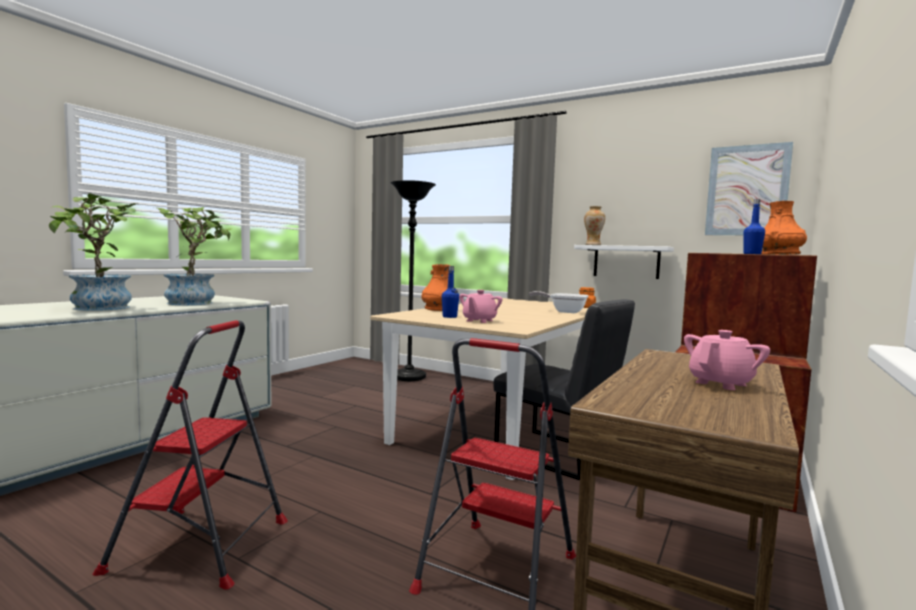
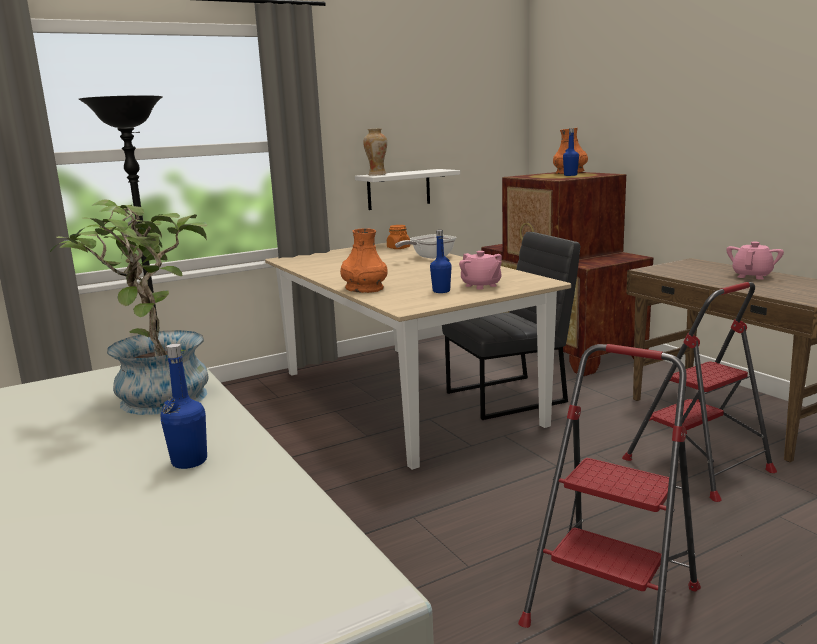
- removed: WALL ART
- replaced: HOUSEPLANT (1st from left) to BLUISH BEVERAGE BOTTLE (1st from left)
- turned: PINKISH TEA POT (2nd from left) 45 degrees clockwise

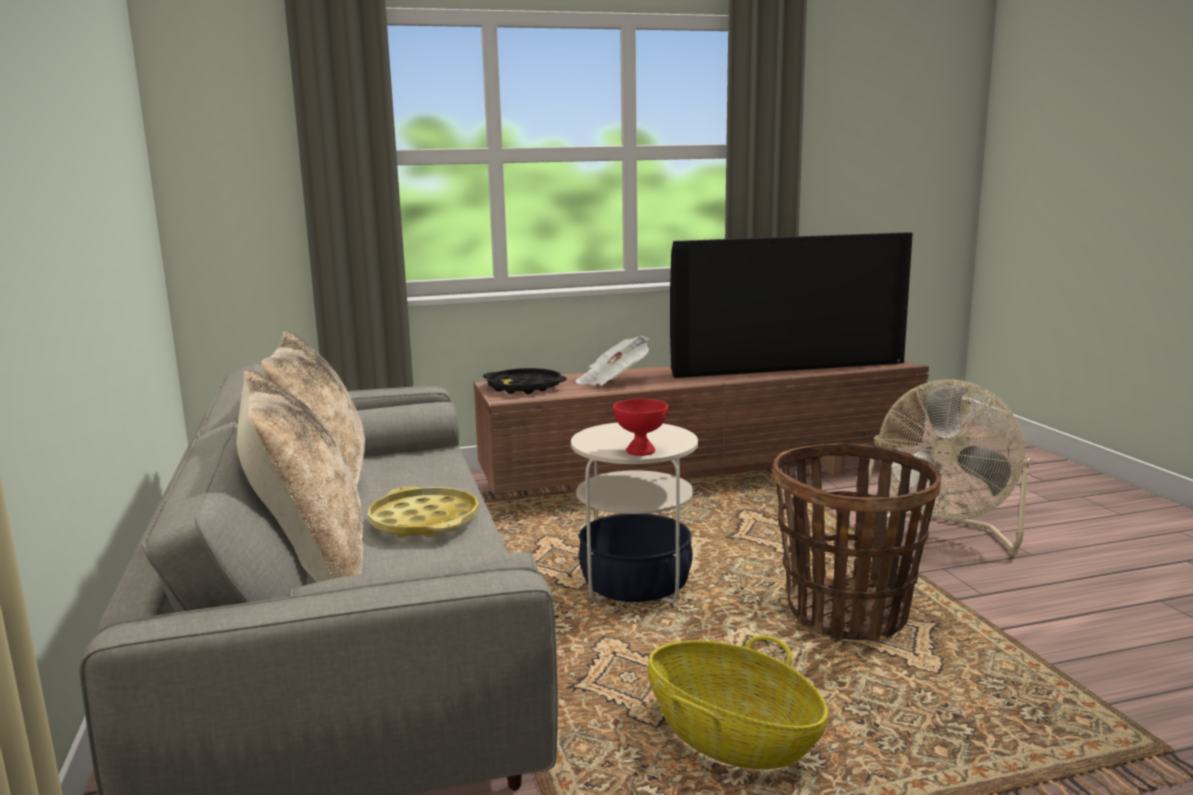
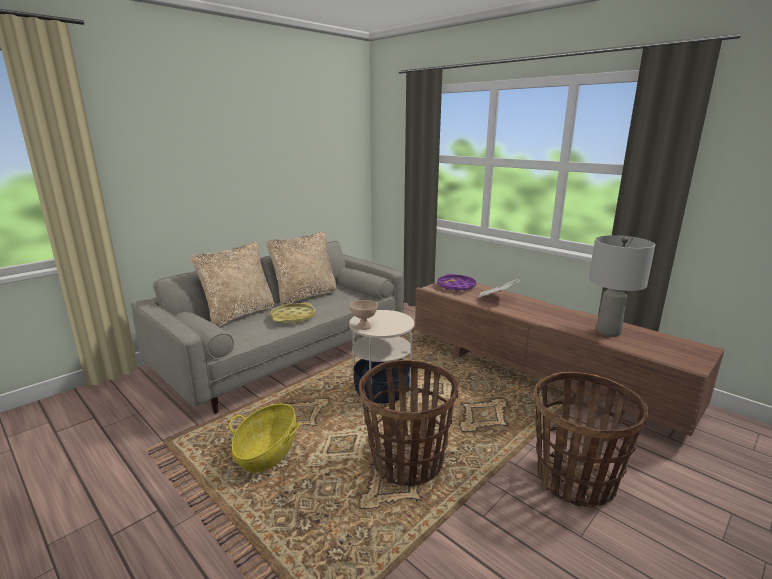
- replaced: TV SET to GREY TABLETOP LAMP
- recoloured: BLACK-COLOURED CARRYING TRAY to PURPLE-COLOURED CARRYING TRAY
- replaced: SAND-COLOURED ELECTRIC FAN to STORAGE BASKET (3rd from left)
- recoloured: RED-COLOURED DEEP DISH to SAND-COLOURED DEEP DISH

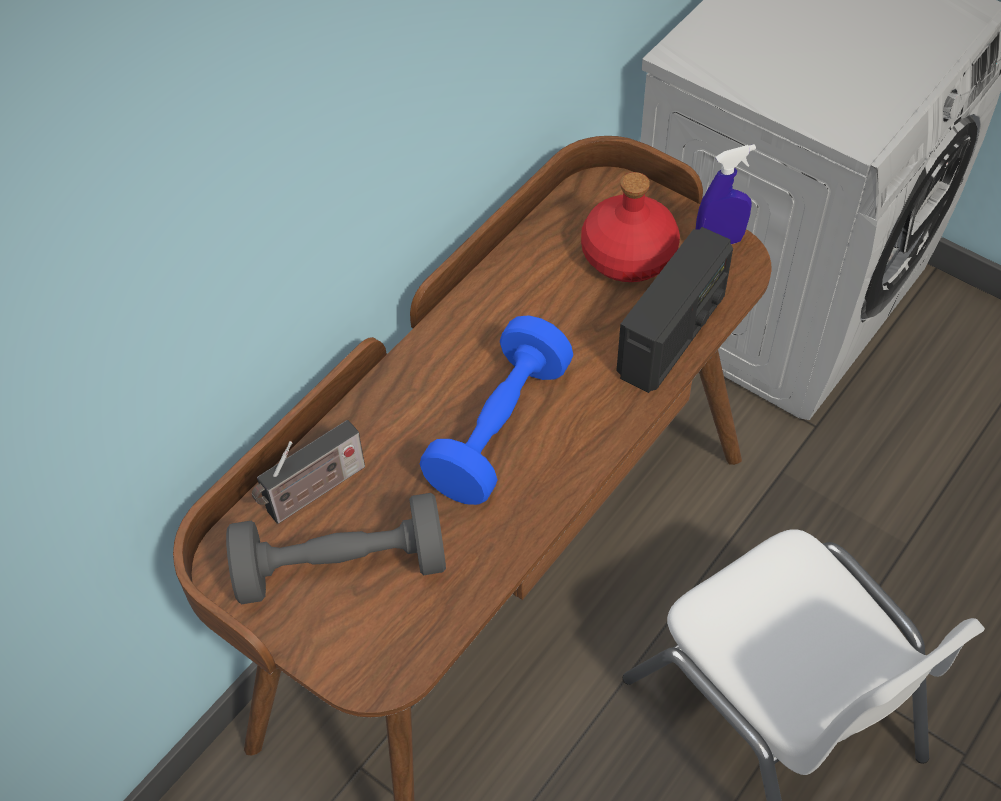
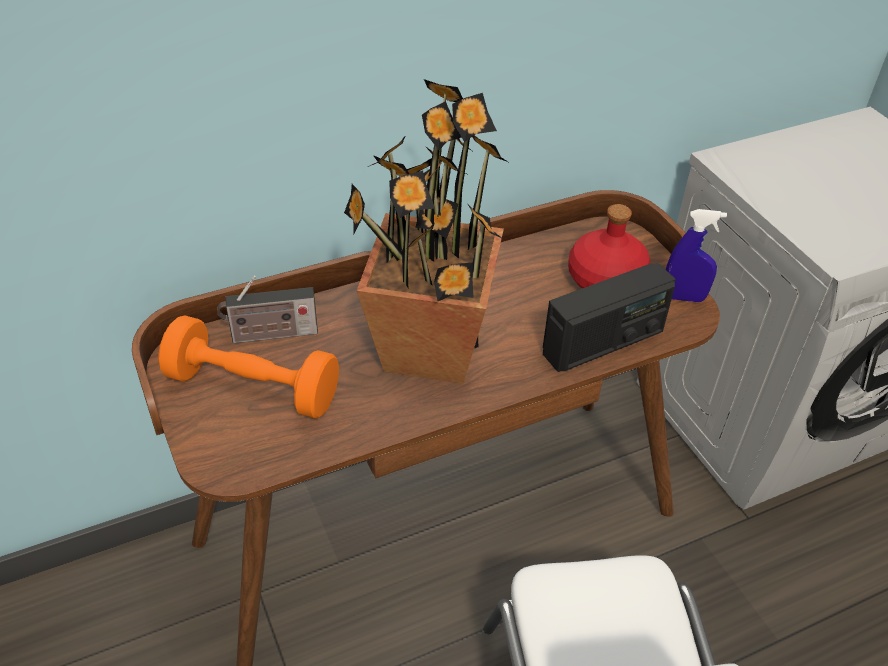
- replaced: BLUISH FREE WEIGHT to HOUSEPLANT
- recoloured: GREY FREE WEIGHT to ORANGE-COLOURED FREE WEIGHT

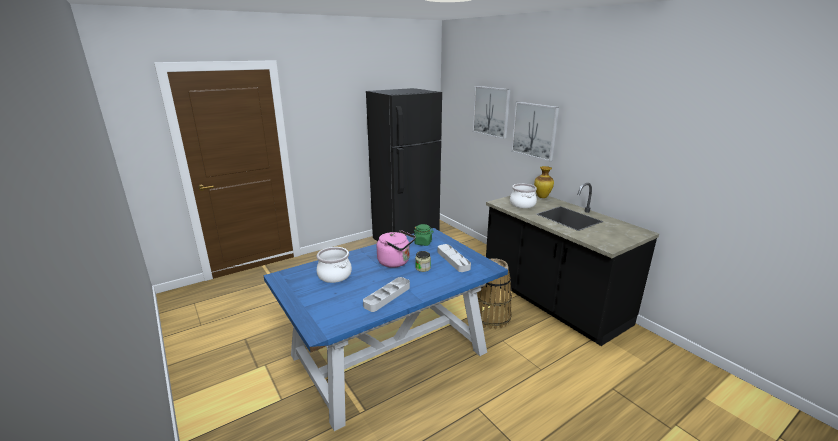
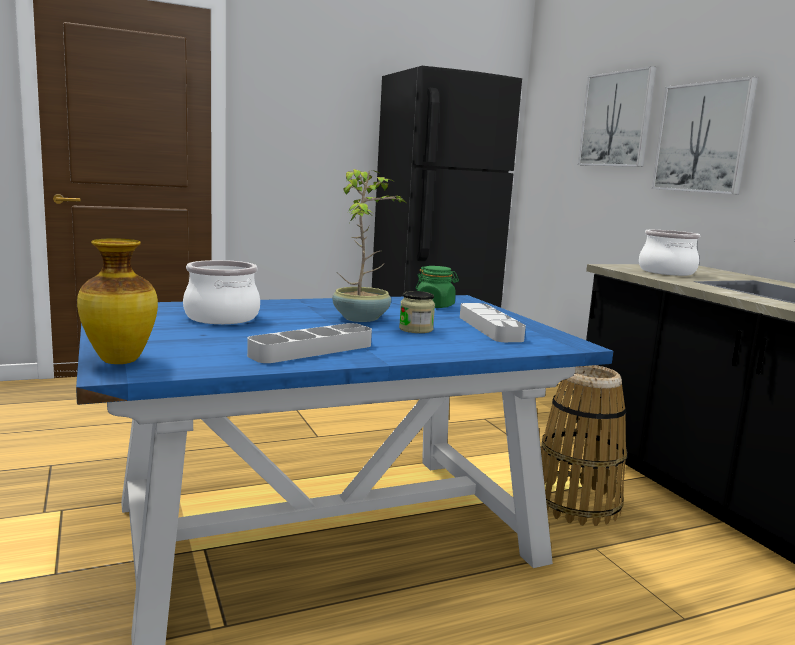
- moved: DECORATIVE VASE
- replaced: PINKISH WATER KETTLE to HOUSEPLANT

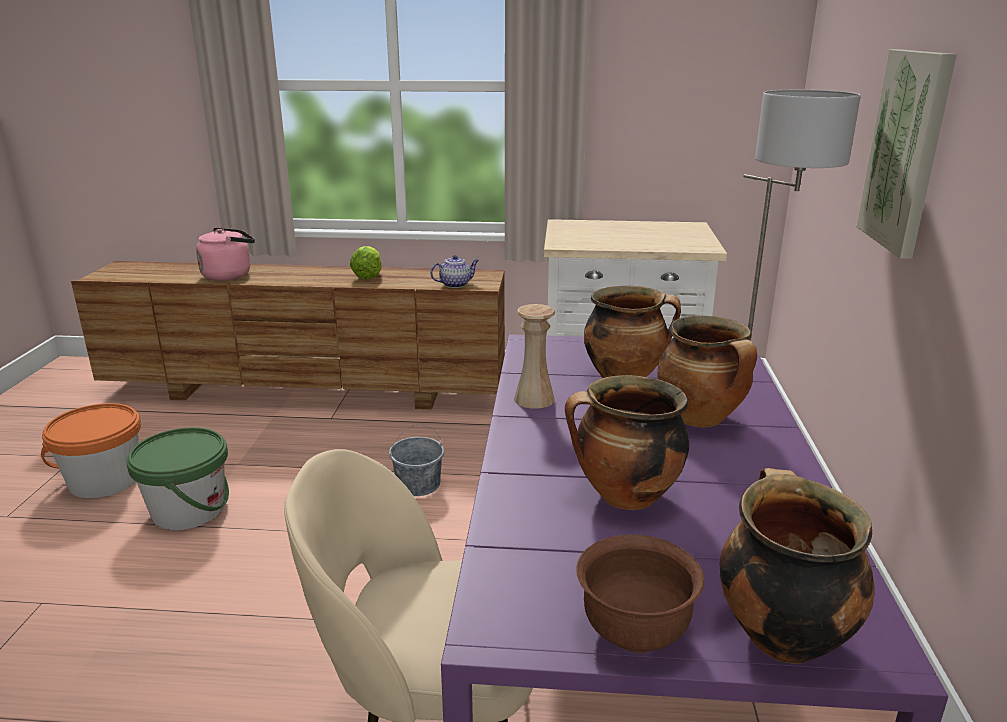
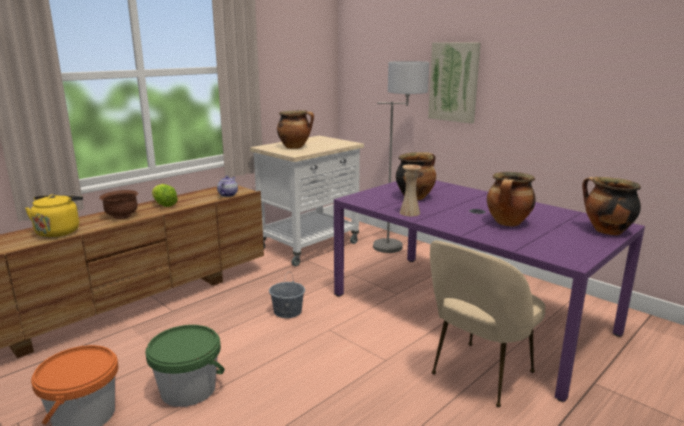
- recoloured: PINKISH WATER KETTLE to YELLOWISH WATER KETTLE
- moved: STOCKPOT (3rd from left in the first image) to STOCKPOT (1st from left)
- moved: BROWN DEEP DISH

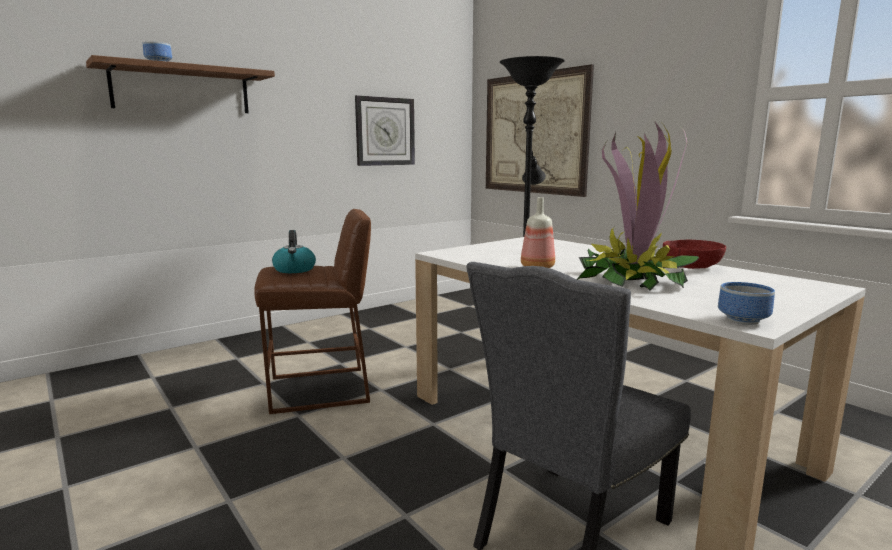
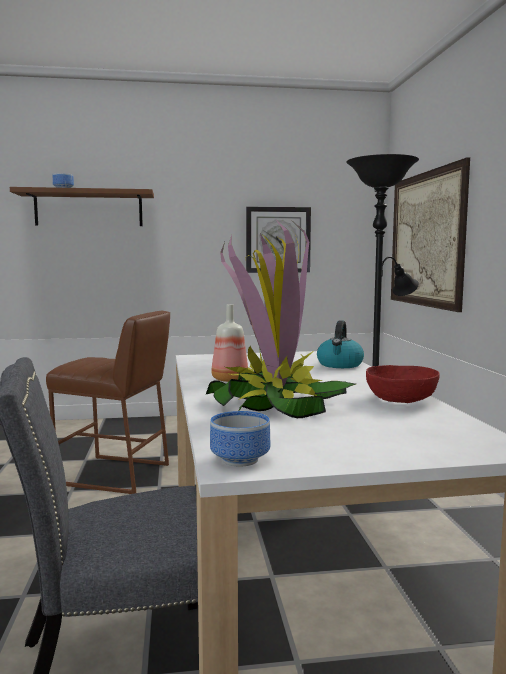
- moved: WATER KETTLE

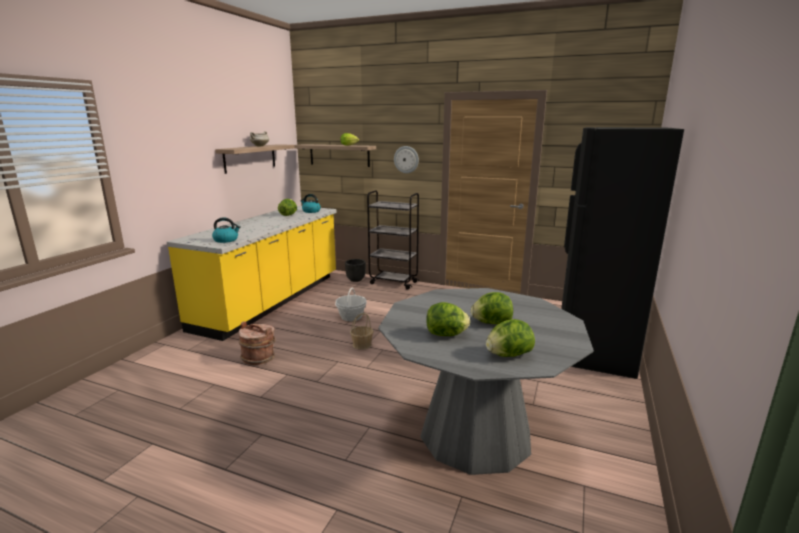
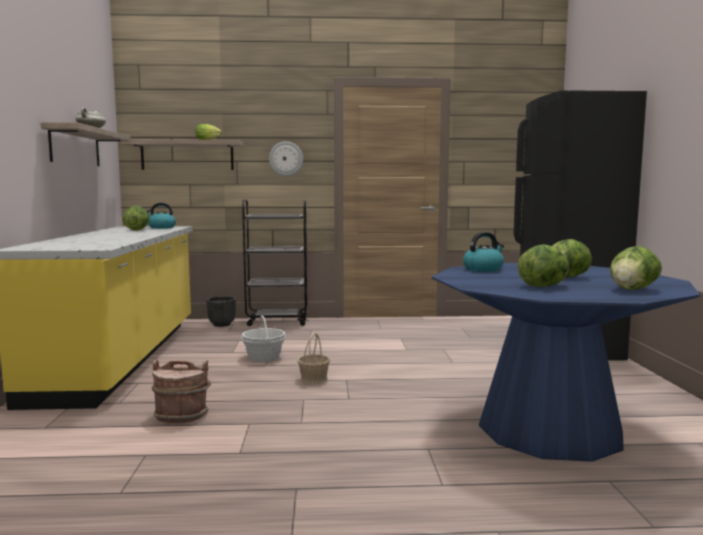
- moved: WATER KETTLE (1st from left in the first image) to WATER KETTLE (2nd from left)
- recoloured: GREY KITCHEN TABLE to BLUISH KITCHEN TABLE

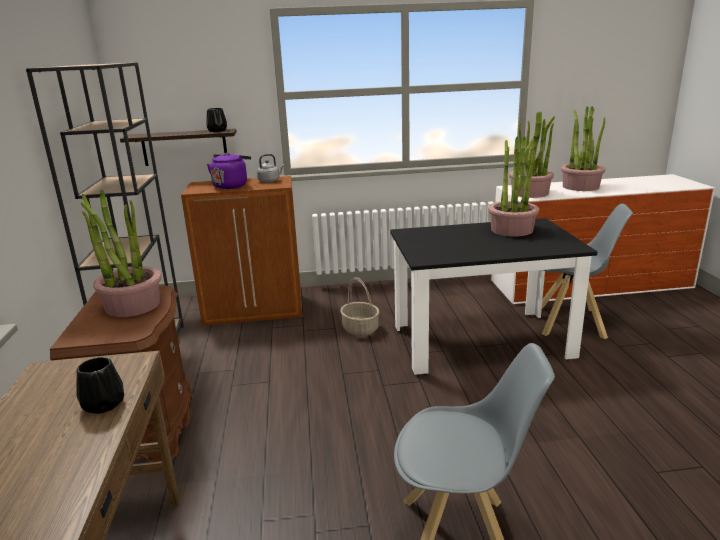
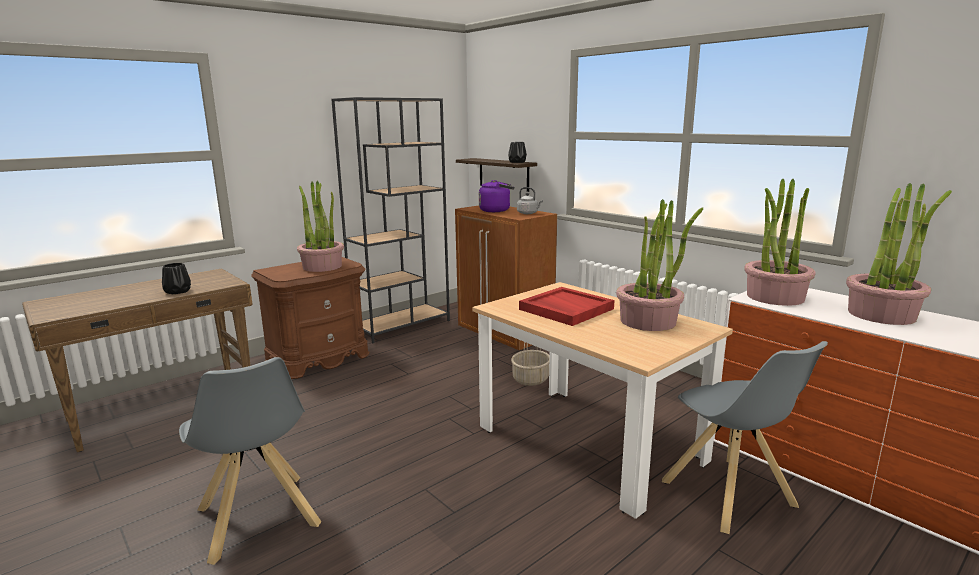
- recoloured: BLACK-COLOURED KITCHEN TABLE to SAND-COLOURED KITCHEN TABLE
- added: RED-COLOURED CARRYING TRAY

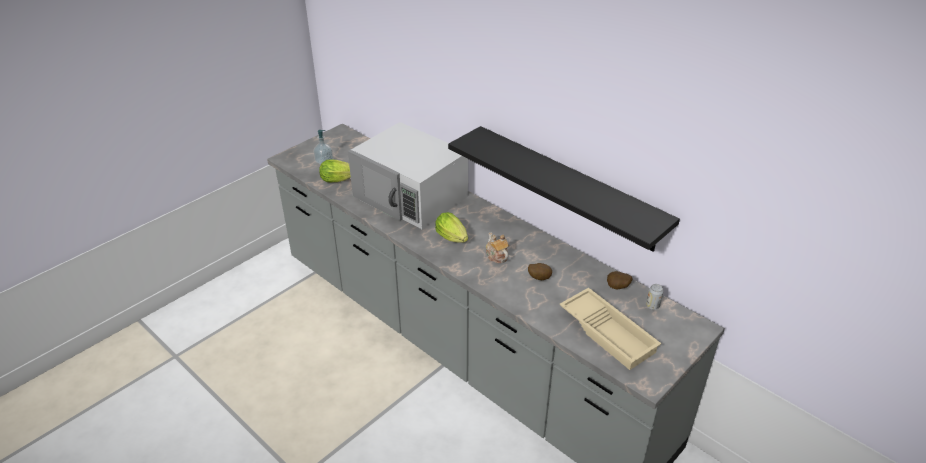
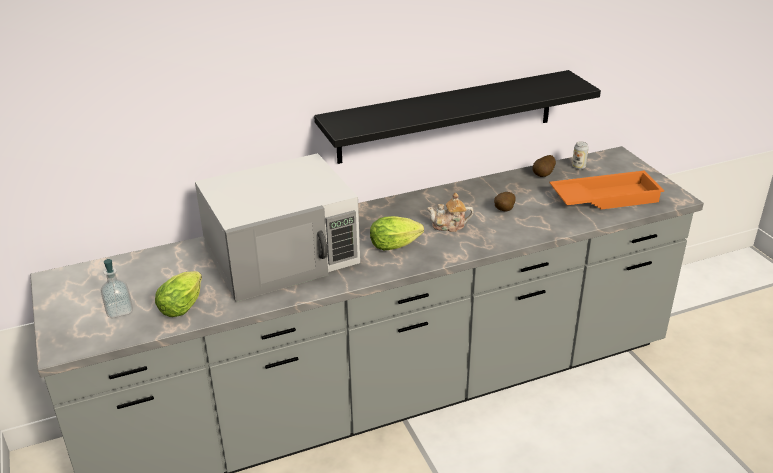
- recoloured: SAND-COLOURED CARRYING TRAY to ORANGE-COLOURED CARRYING TRAY

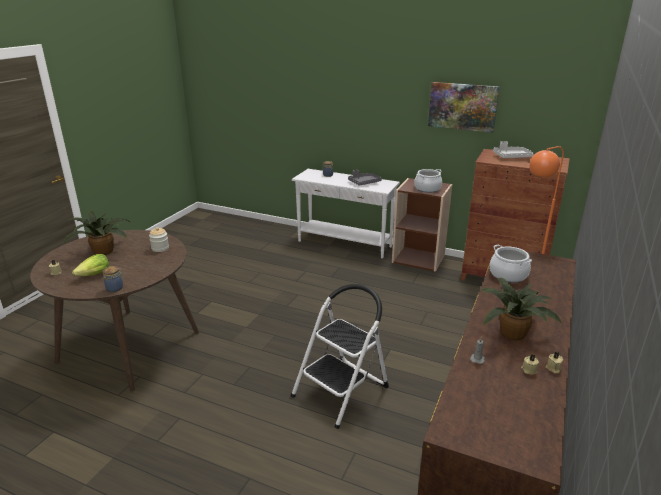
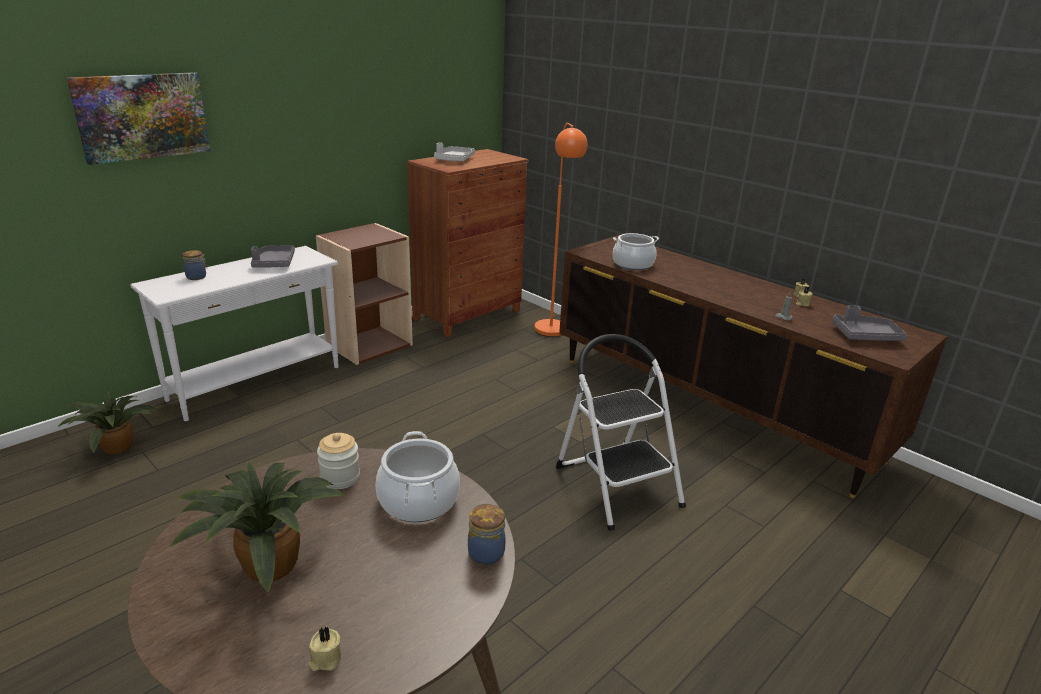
- moved: WALL ART
- moved: STOCKPOT (1st from left)
- removed: LETTUCE
- moved: HOUSEPLANT (2nd from left in the first image) to HOUSEPLANT (1st from left)
- added: GREY CARRYING TRAY (3rd from left)

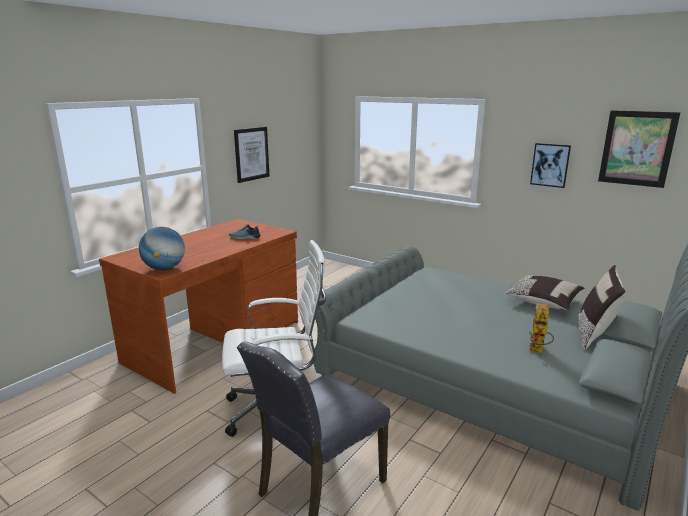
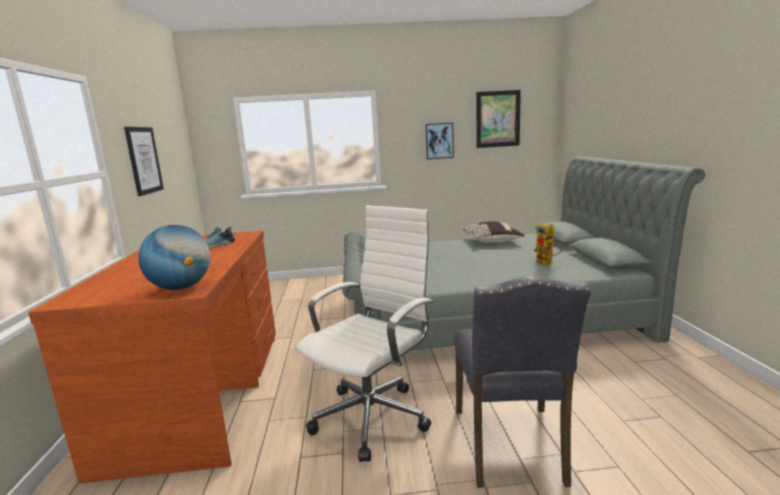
- removed: CUSHION (2nd from left)

